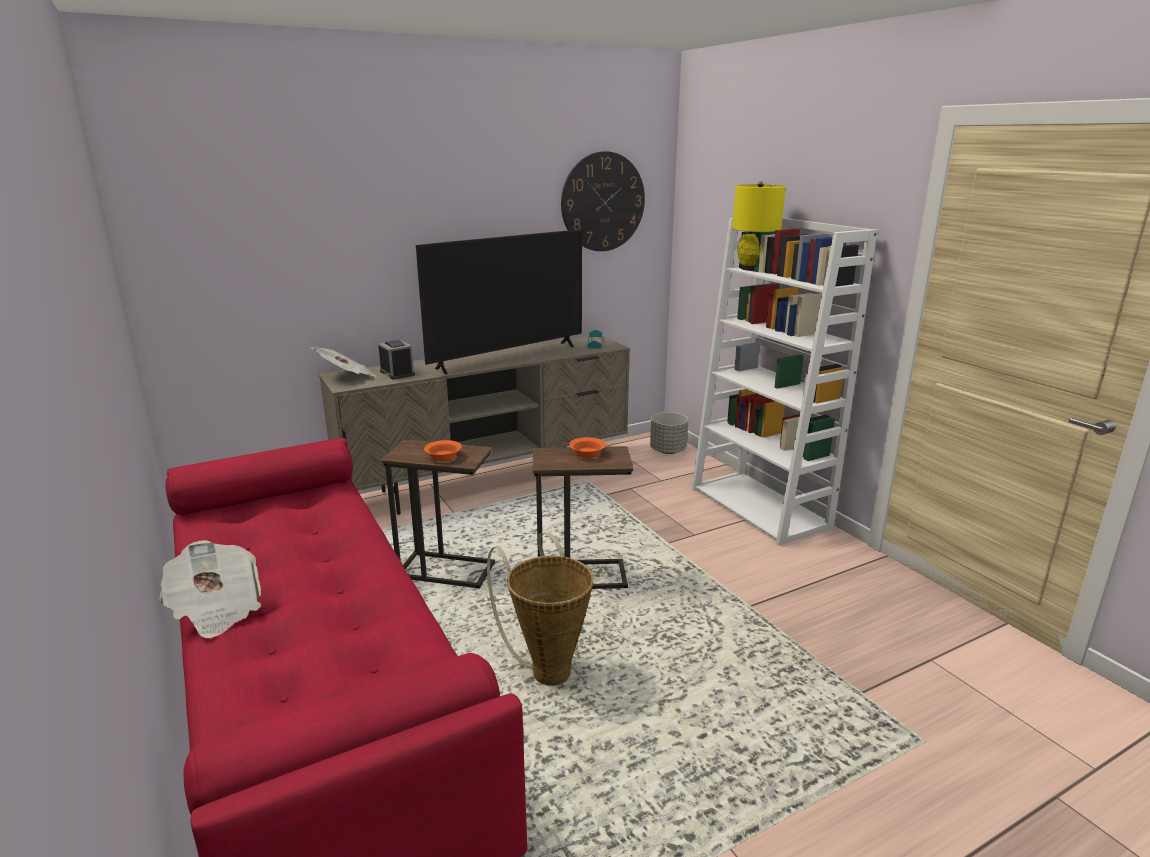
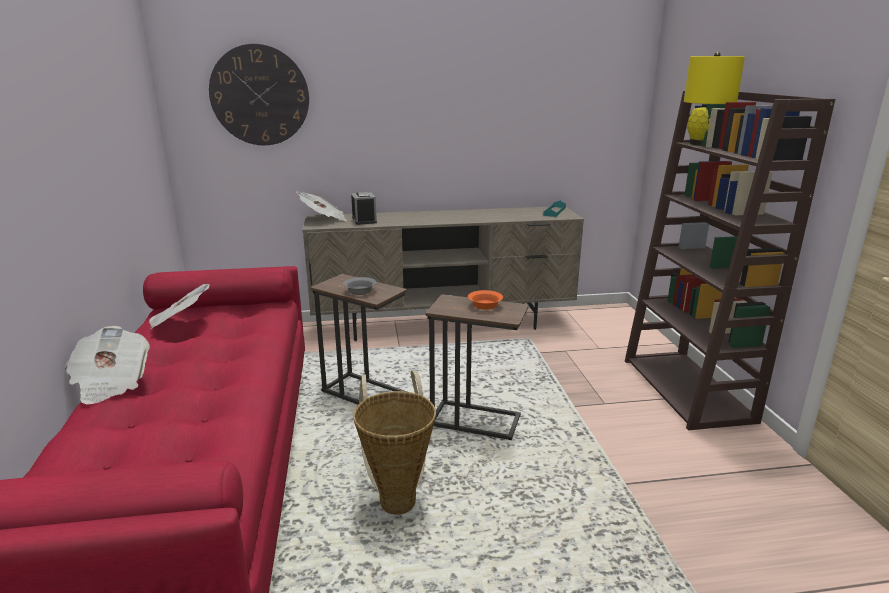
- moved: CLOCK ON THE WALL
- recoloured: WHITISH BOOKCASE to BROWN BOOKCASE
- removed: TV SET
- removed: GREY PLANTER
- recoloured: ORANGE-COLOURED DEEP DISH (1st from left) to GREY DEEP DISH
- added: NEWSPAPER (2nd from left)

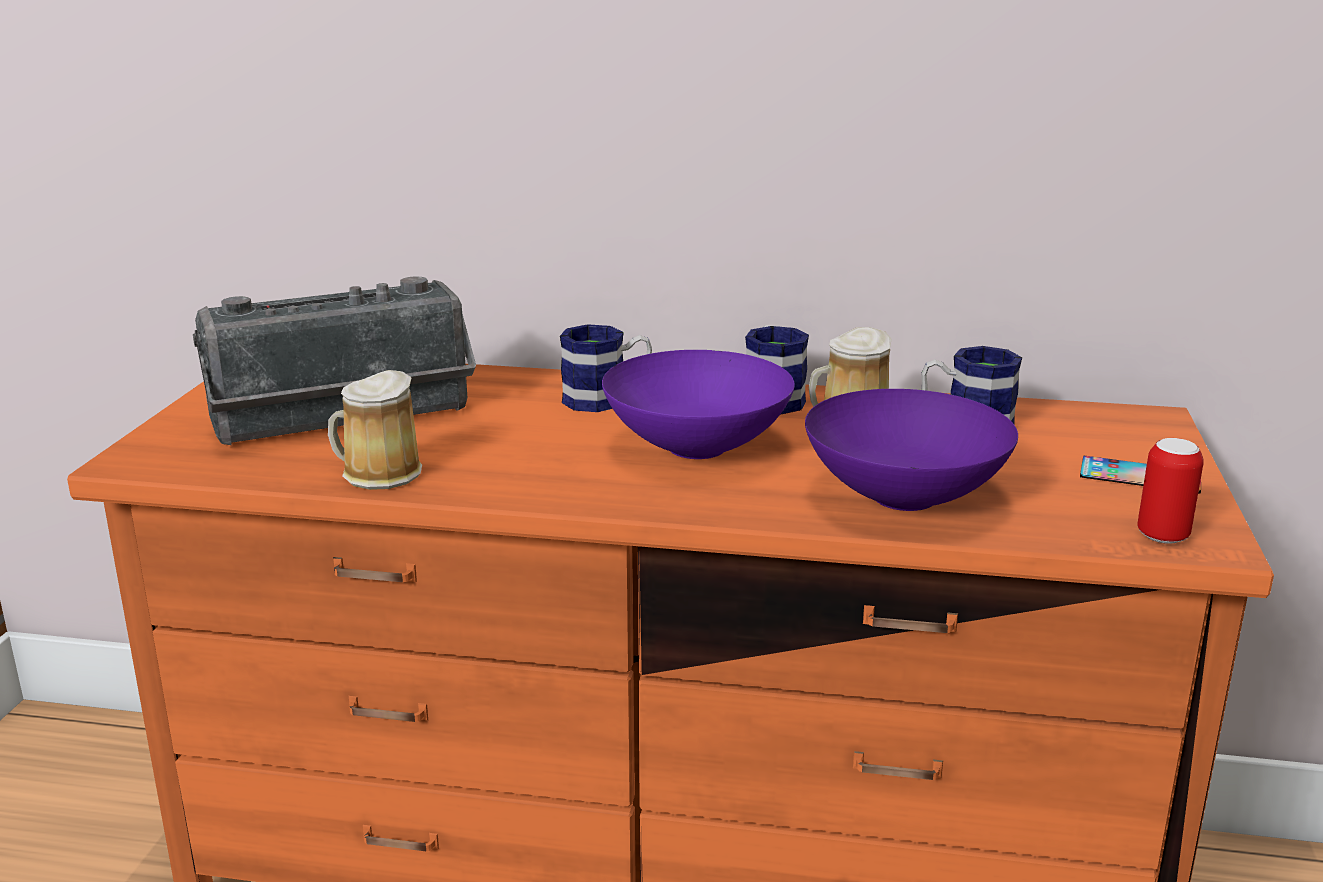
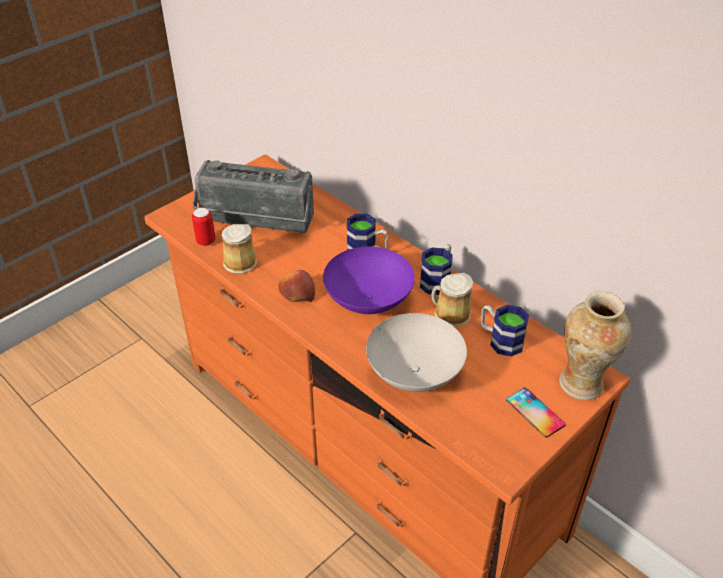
- recoloured: PURPLE-COLOURED DEEP DISH (2nd from left) to WHITISH DEEP DISH
- moved: CAN
- added: WHOLE APPLE
- added: DECORATIVE VASE

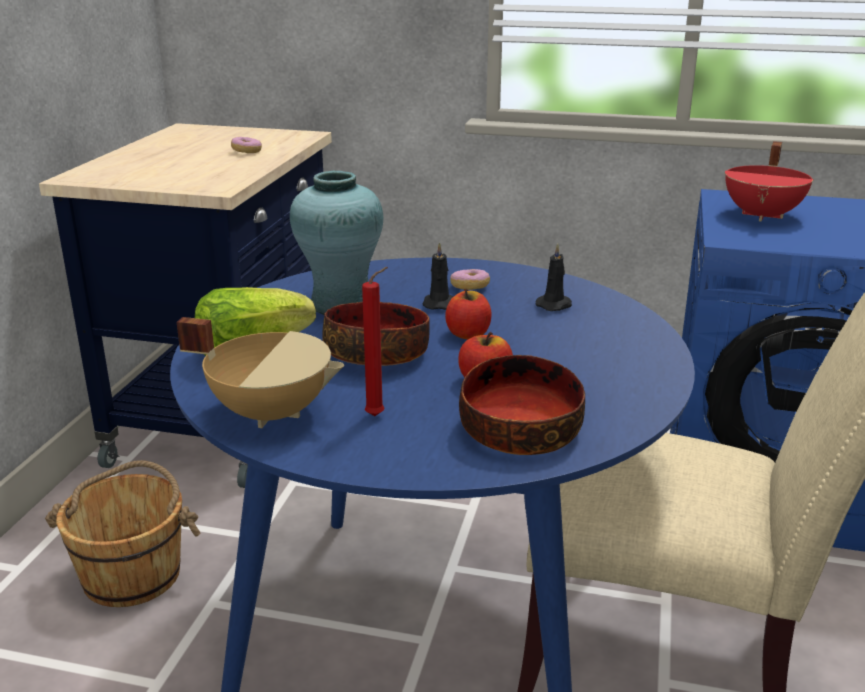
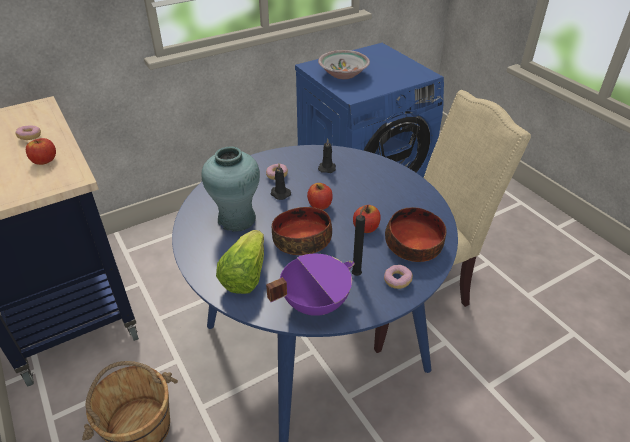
- replaced: RED-COLOURED STOCKPOT to DEEP DISH (2nd from left)
- recoloured: RED-COLOURED WAX CANDLE to BLACK-COLOURED WAX CANDLE (3rd from left)
- recoloured: SAND-COLOURED STOCKPOT to PURPLE-COLOURED STOCKPOT
- added: WHOLE APPLE (1st from left)
- added: DONUT (3rd from left)

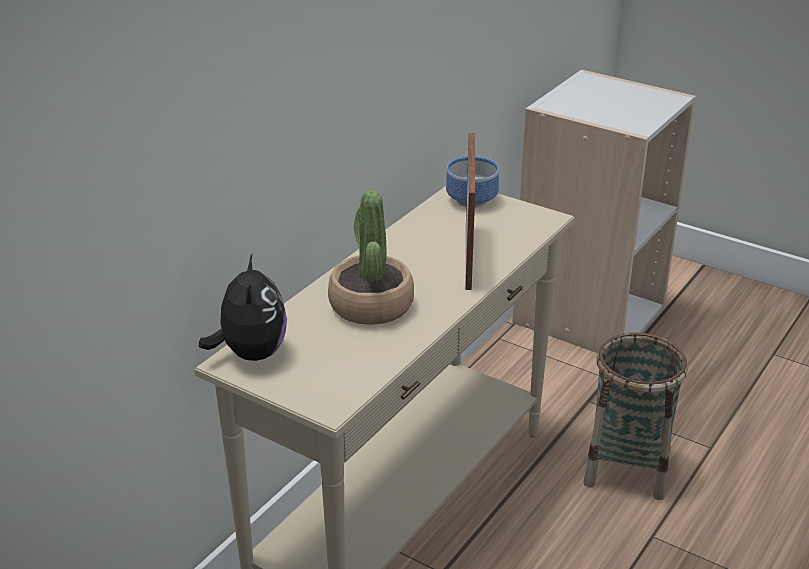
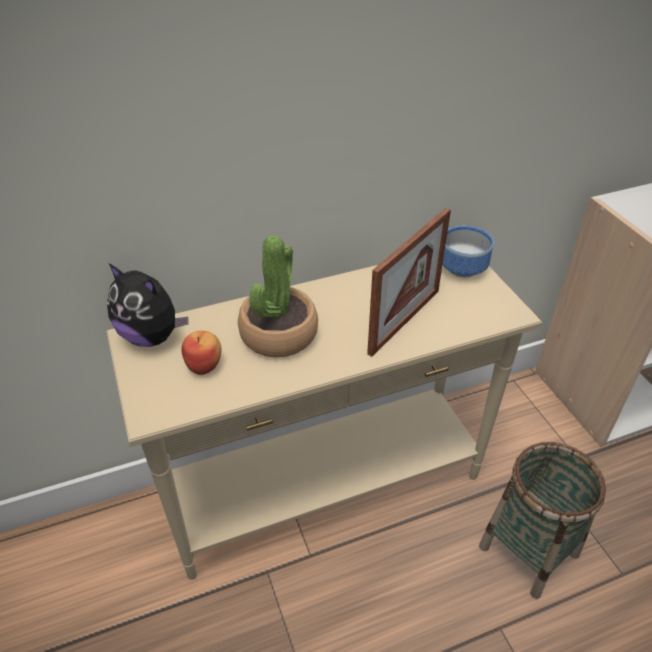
- turned: SOFT TOY 90 degrees clockwise
- added: WHOLE APPLE

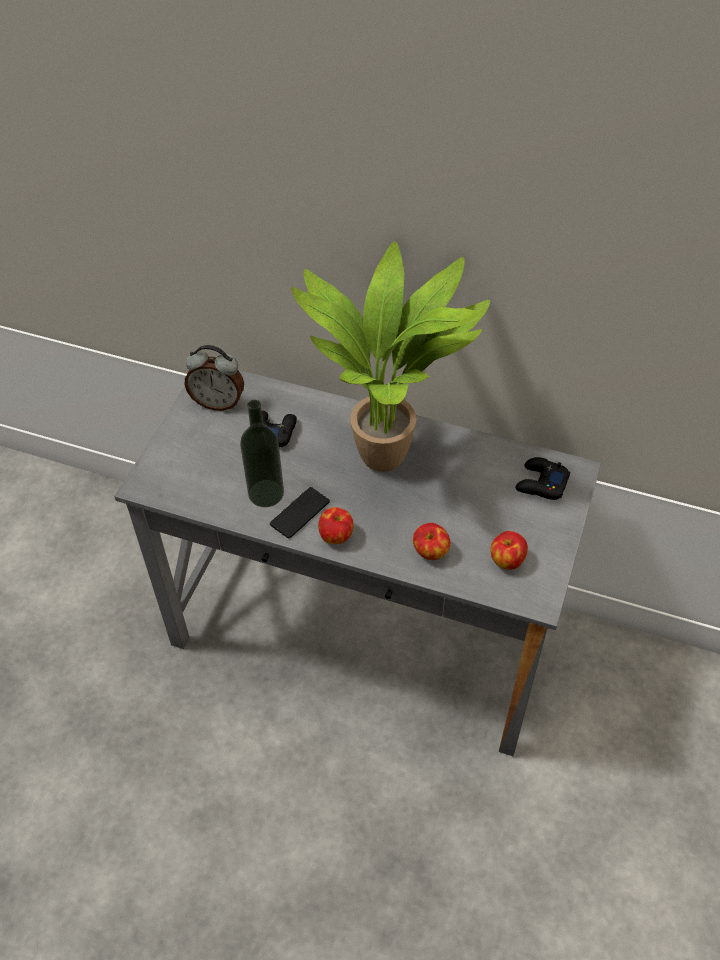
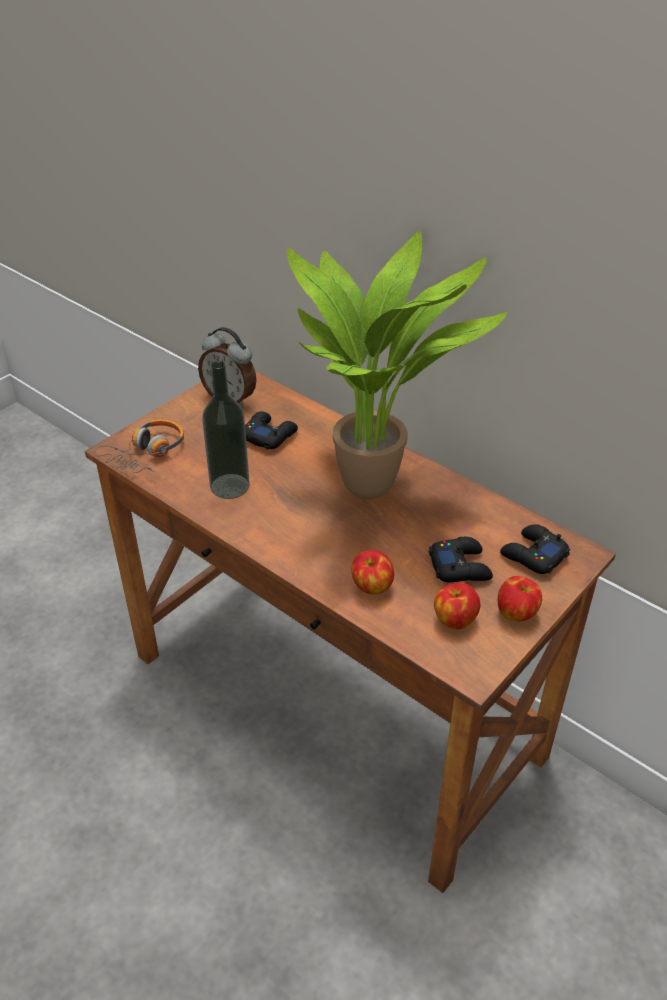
- recoloured: GREY DESK TABLE to BROWN DESK TABLE
- removed: TELEPHONE
- moved: WHOLE APPLE (1st from left in the first image) to WHOLE APPLE (3rd from left)
- added: PAIR OF HEADPHONES
- added: BLACK-COLOURED JOYPAD (2nd from left)

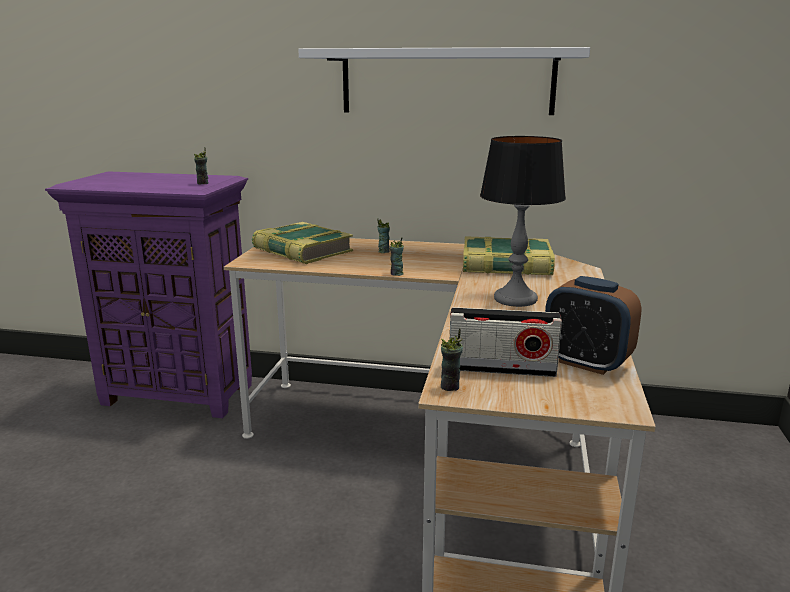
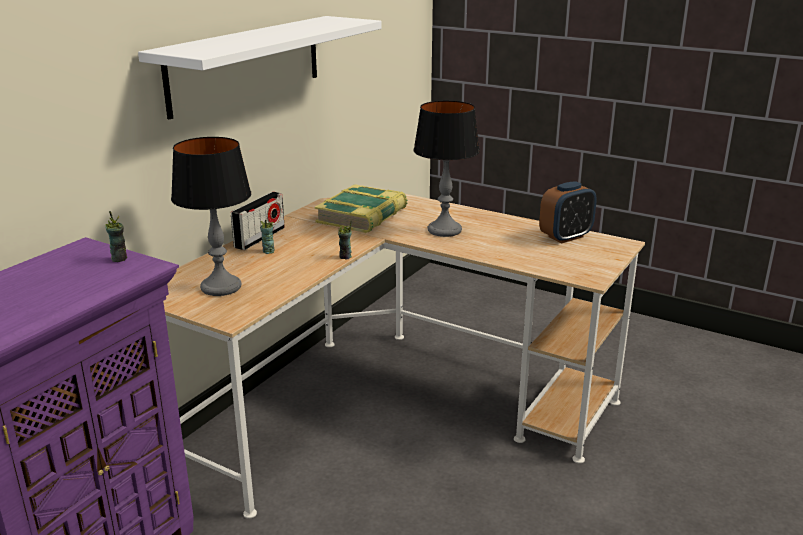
- replaced: VOLUME (1st from left) to TABLETOP LAMP (1st from left)
- moved: RADIO
- removed: CUP (4th from left)

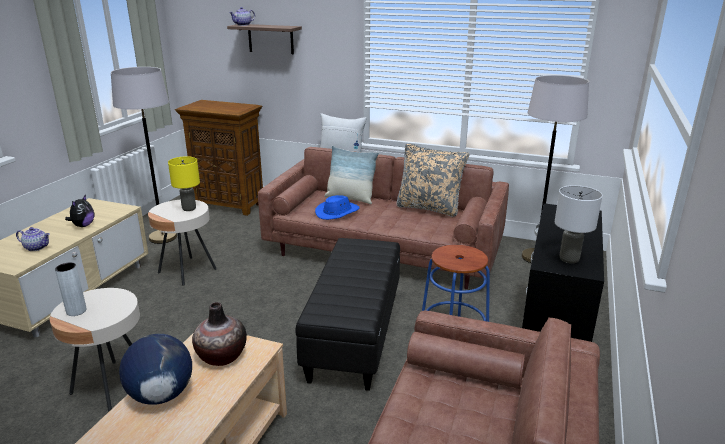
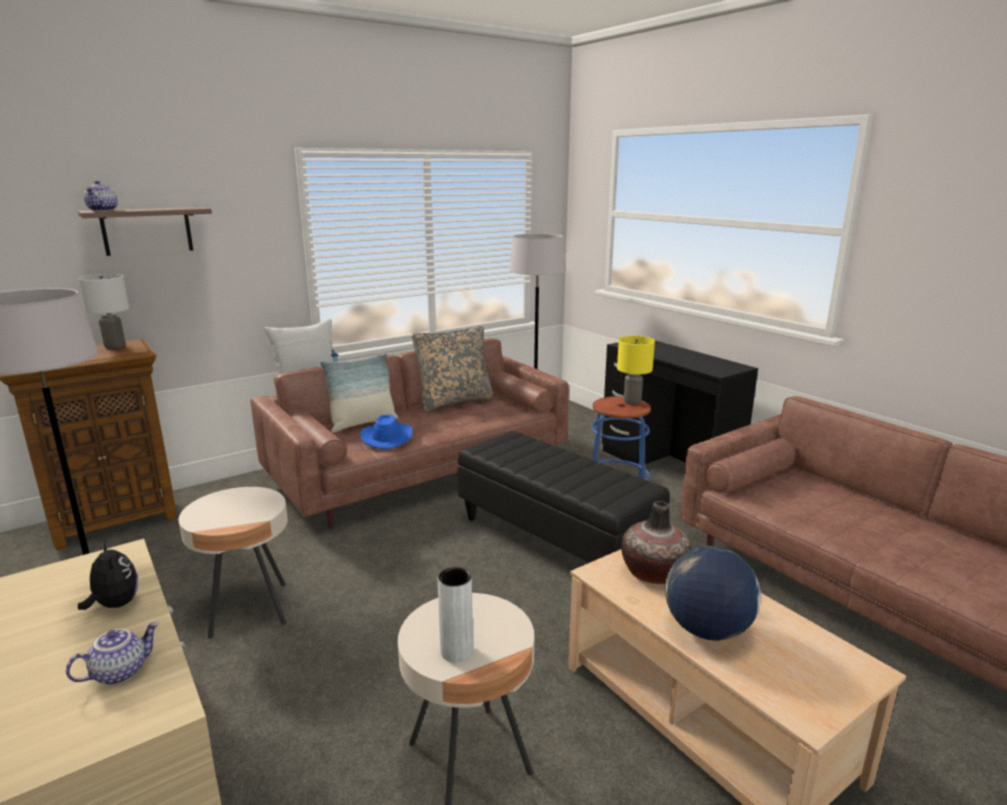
- moved: YELLOWISH TABLETOP LAMP
- moved: WHITISH TABLETOP LAMP

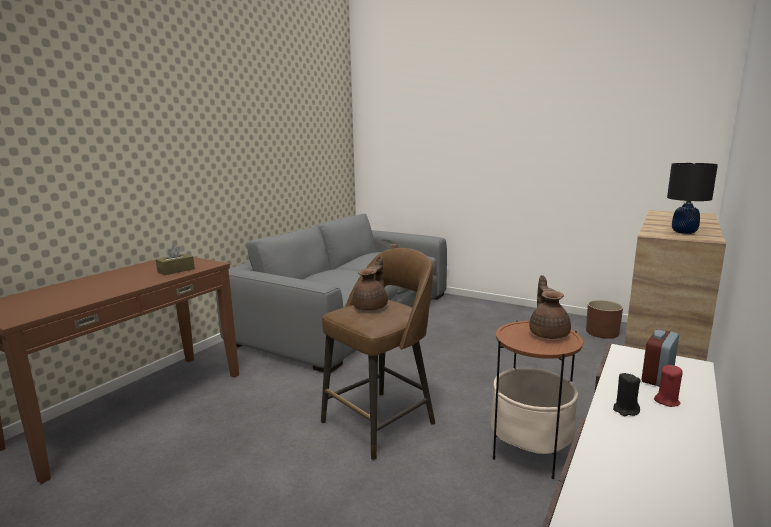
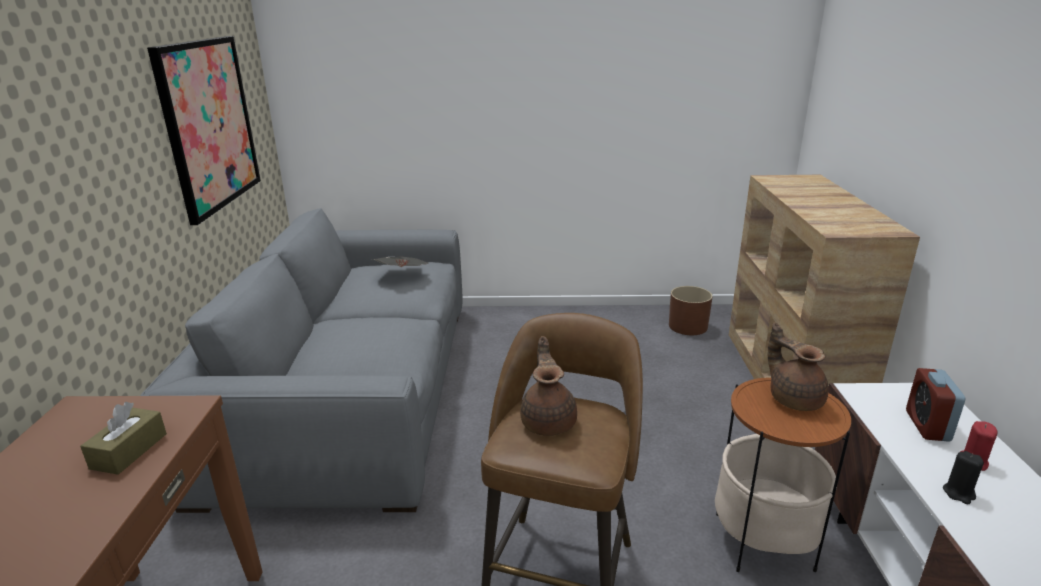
- removed: BLACK-COLOURED TABLETOP LAMP
- added: WALL ART

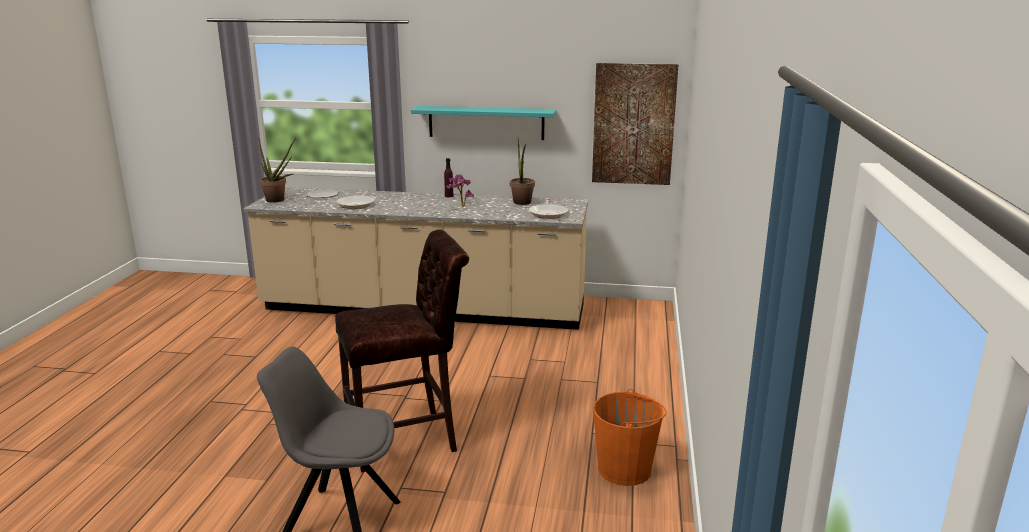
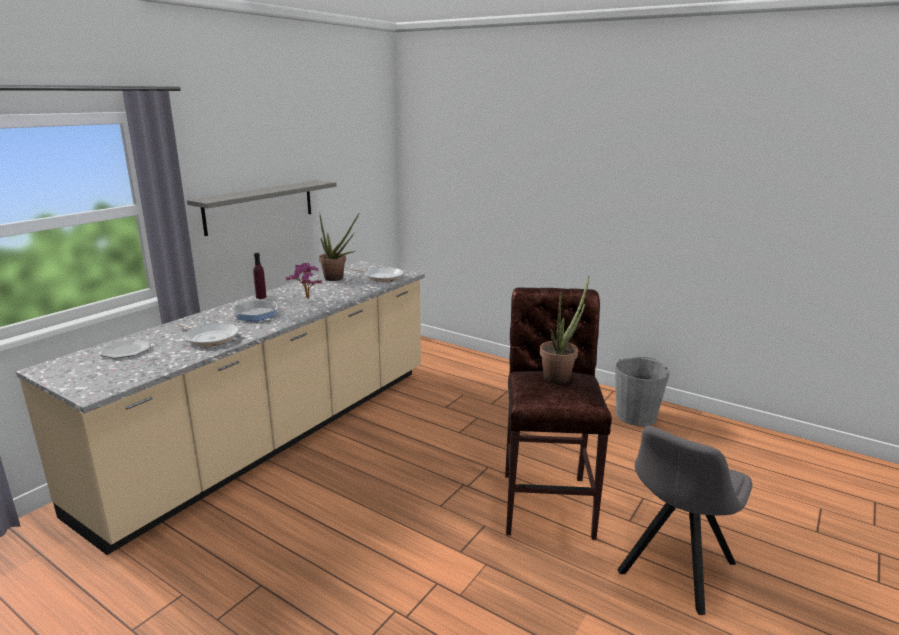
- removed: WALL ART
- recoloured: TURQUOISE-COLOURED WALL SHELF to GREY WALL SHELF
- moved: HOUSEPLANT (1st from left in the first image) to HOUSEPLANT (3rd from left)
- recoloured: ORANGE-COLOURED PAIL to GREY PAIL
- added: FRYING PAN (2nd from left)

